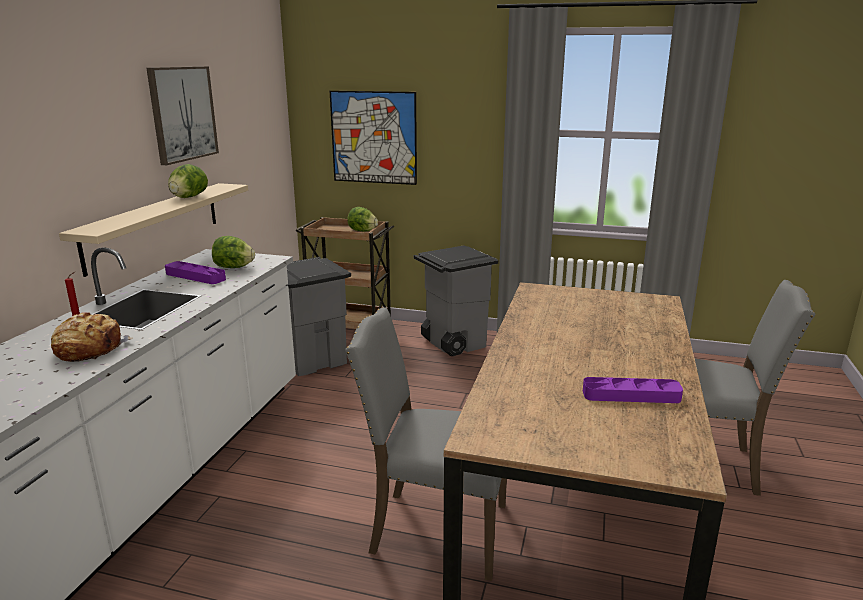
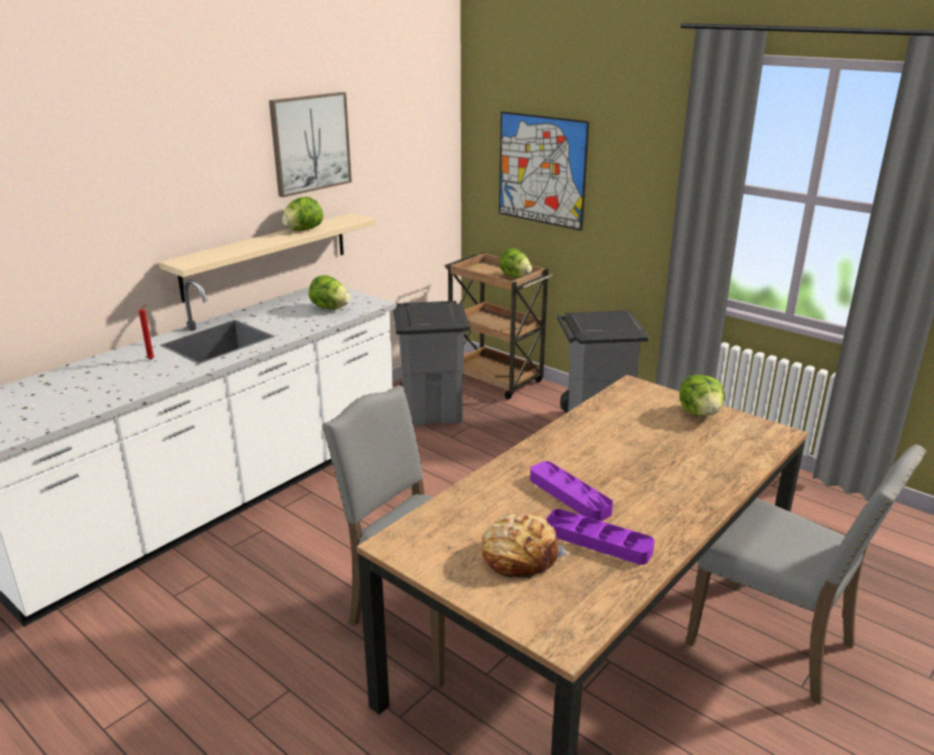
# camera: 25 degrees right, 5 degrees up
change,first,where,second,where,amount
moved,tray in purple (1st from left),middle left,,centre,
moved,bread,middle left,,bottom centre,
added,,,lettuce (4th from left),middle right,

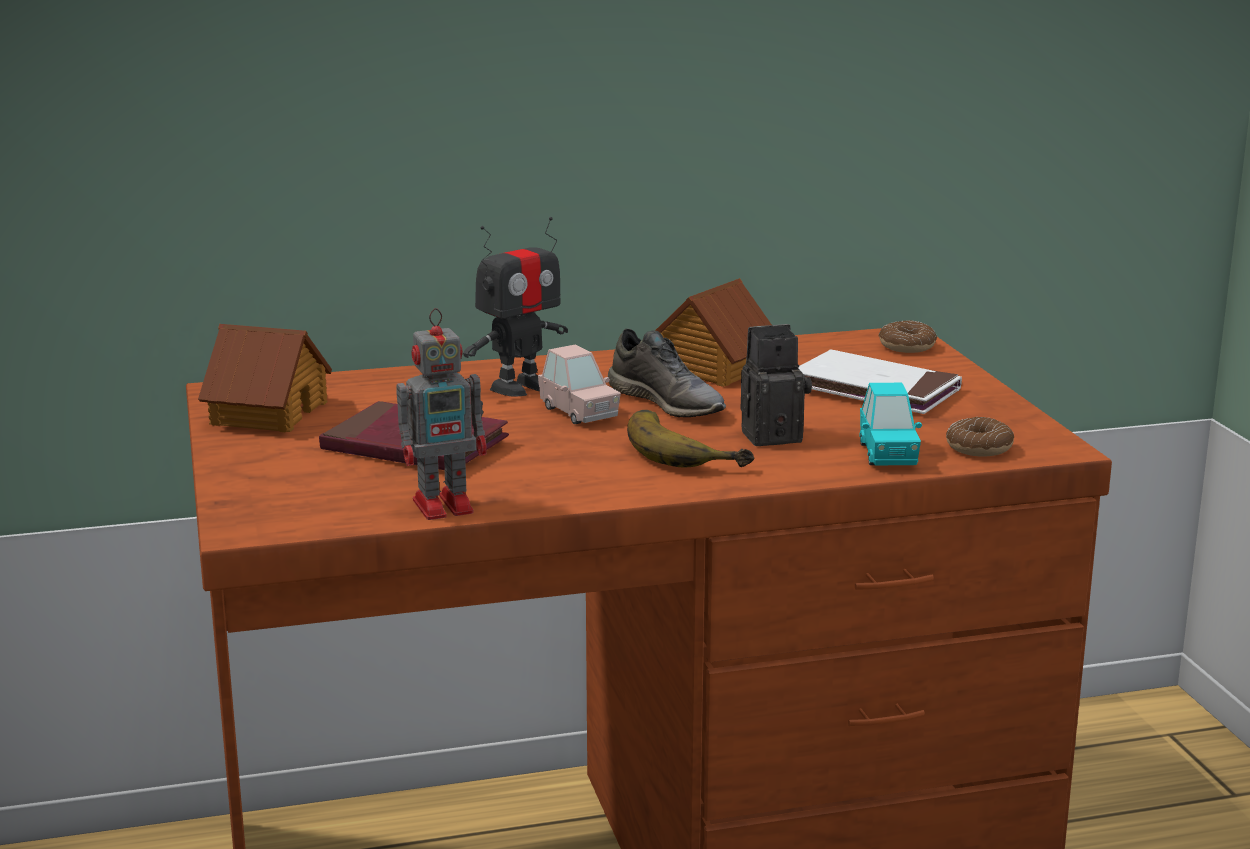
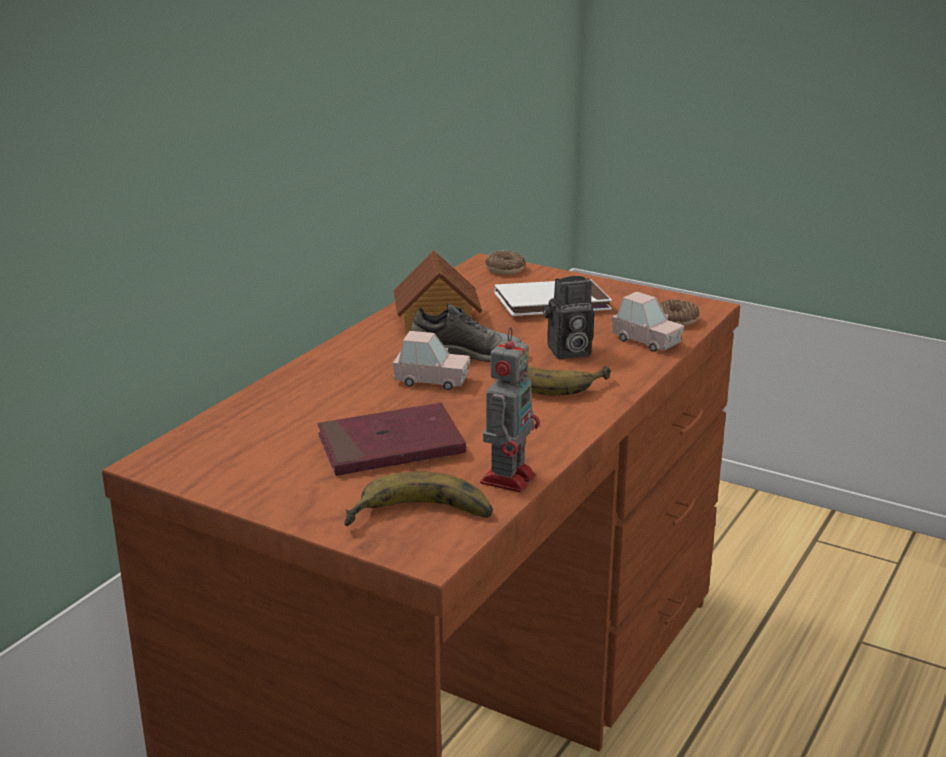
# camera: 45 degrees left, 5 degrees up
change,first,where,second,where,amount
removed,toy robot (2nd from left),centre,,,
removed,toy house (1st from left),middle left,,,
turned,photo camera,centre,,centre,135 degrees counterclockwise
recoloured,toy car in turquoise,middle right,toy car in pink (2nd from left),middle right,
added,,,banana (1st from left),centre,

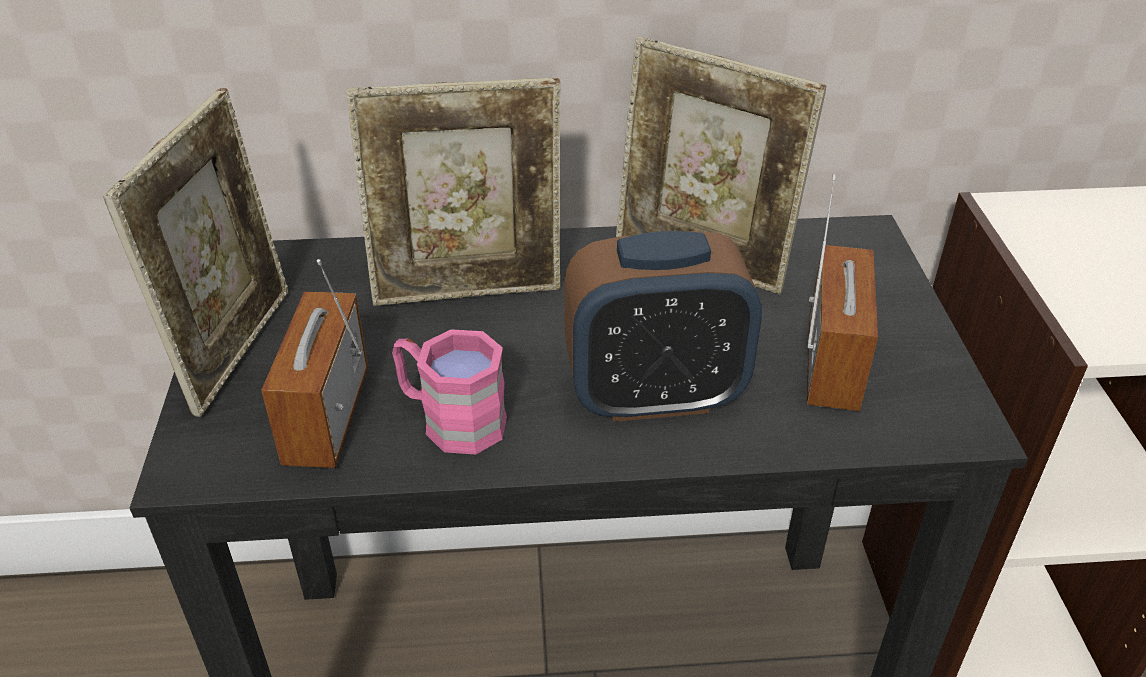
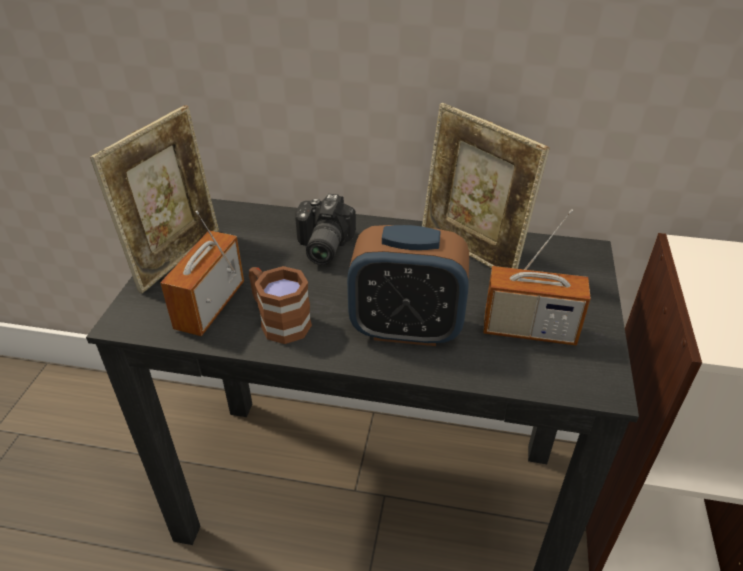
# camera: 15 degrees right, 0 degrees up
change,first,where,second,where,amount
replaced,picture frame (2nd from left),top centre,photo camera,centre,
turned,radio (2nd from left),middle right,,middle right,75 degrees clockwise
recoloured,mug in pink,centre,mug in brown,centre,

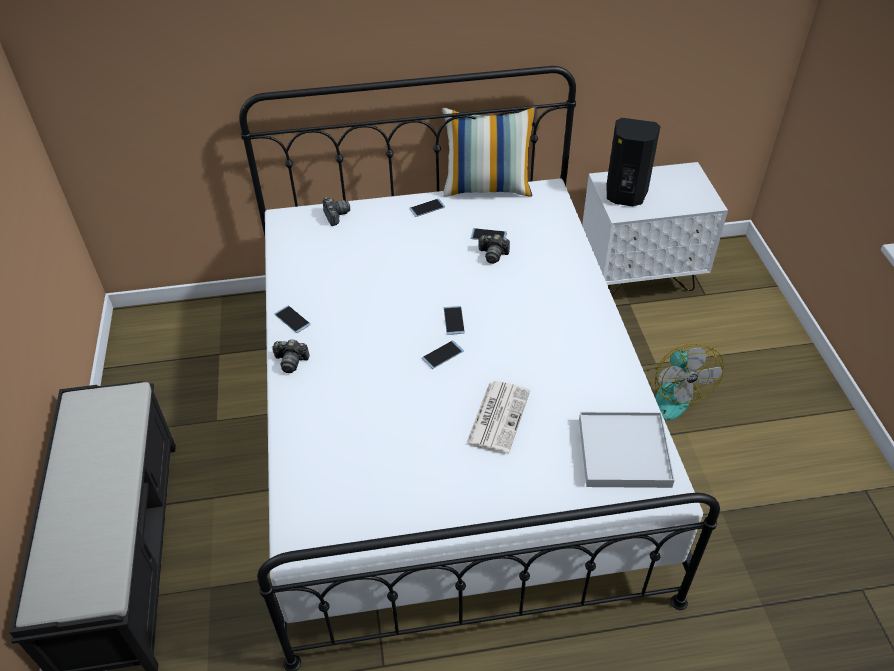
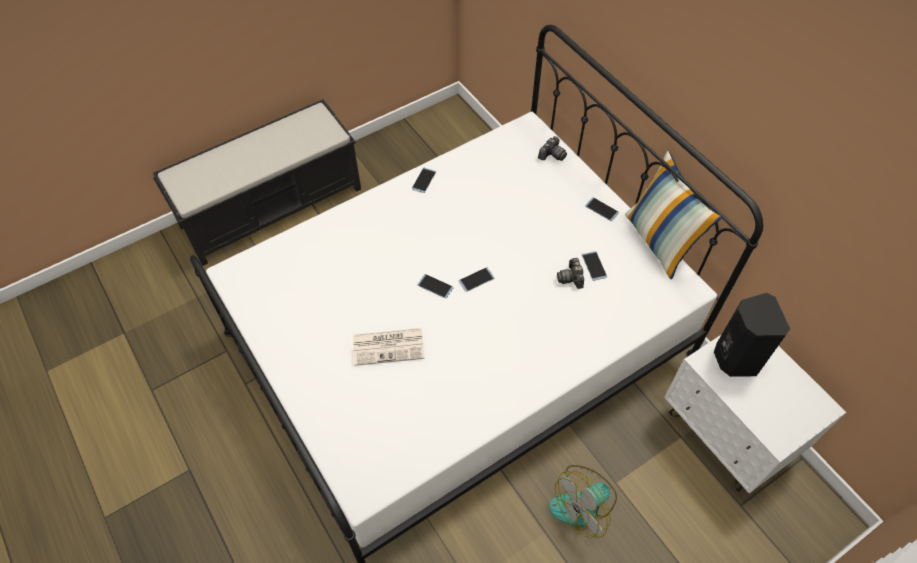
# camera: 65 degrees right, 10 degrees up
change,first,where,second,where,amount
removed,photo camera (1st from left),middle left,,,
removed,tray in white,bottom right,,,

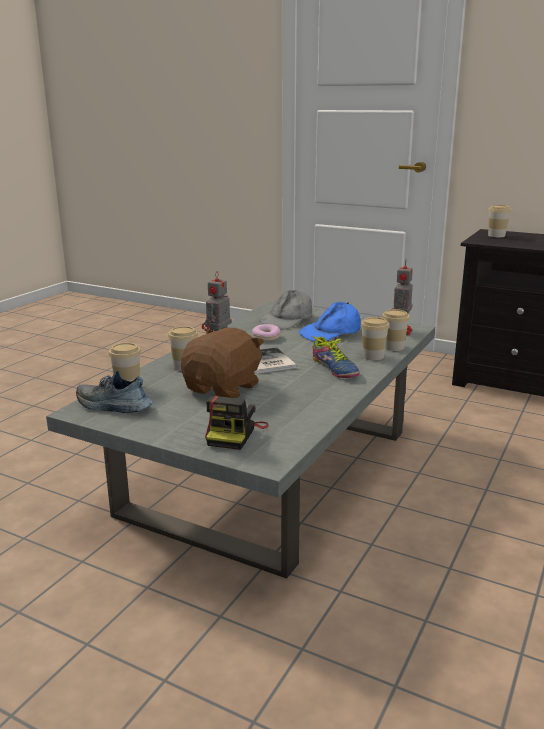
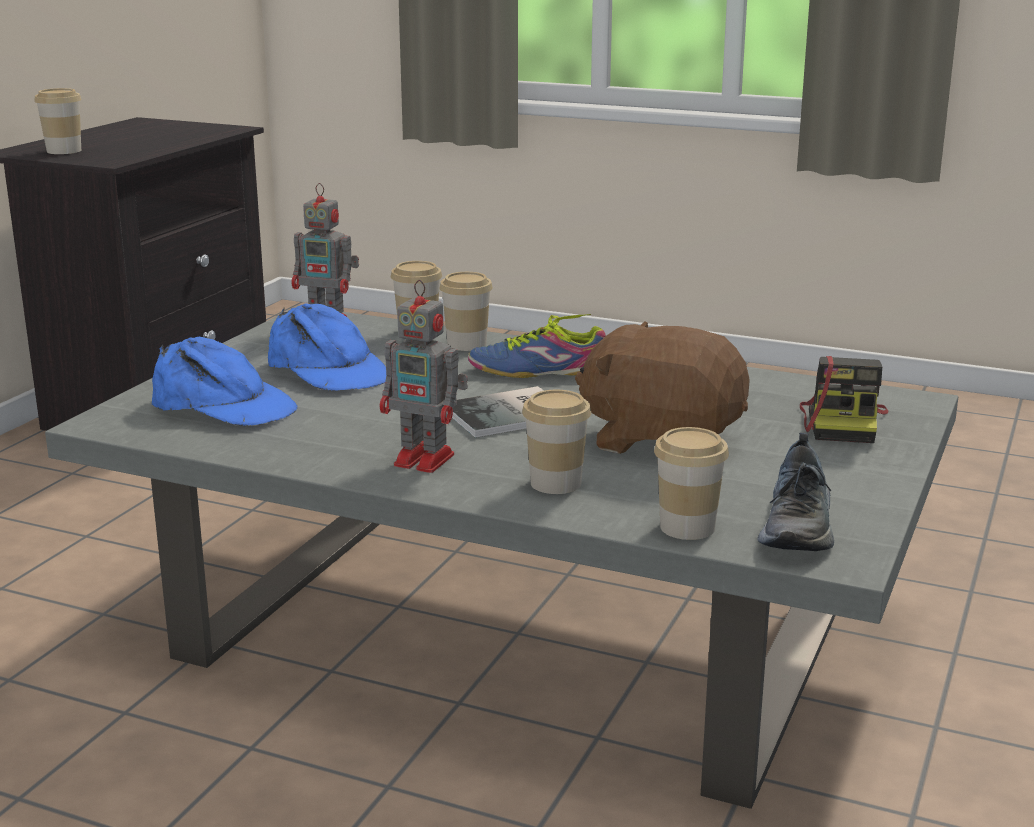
# camera: 95 degrees left, 0 degrees up
change,first,where,second,where,amount
recoloured,cap in grey,centre,cap in blue (1st from left),middle left,
removed,donut,centre,,,
turned,shoe (2nd from left in the first image),centre,shoe (1st from left),centre,150 degrees counterclockwise
turned,photo camera,centre,,middle right,90 degrees clockwise

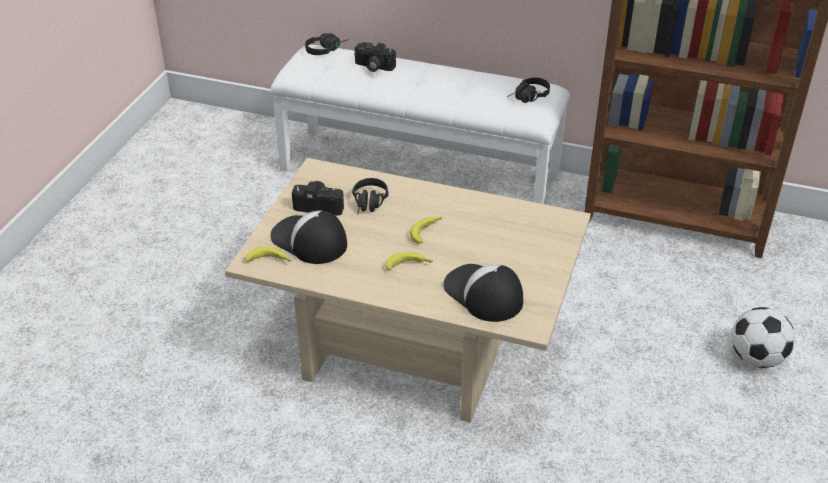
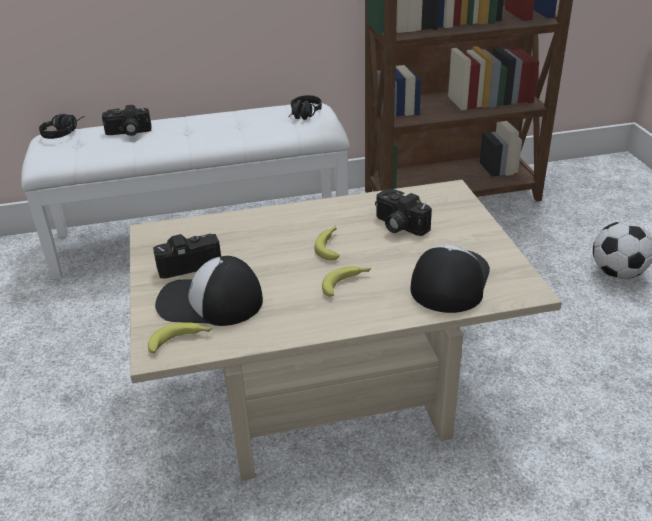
# camera: 30 degrees left, 5 degrees down
change,first,where,second,where,amount
removed,headphones in black (2nd from left),centre,,,
turned,cap (2nd from left),centre,,middle right,90 degrees clockwise
added,,,photo camera (3rd from left),centre,

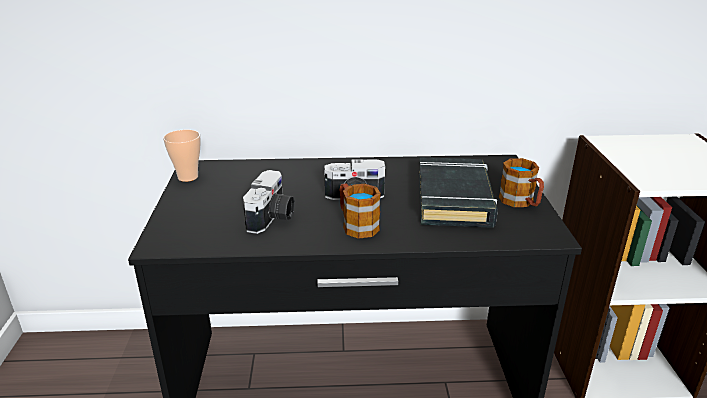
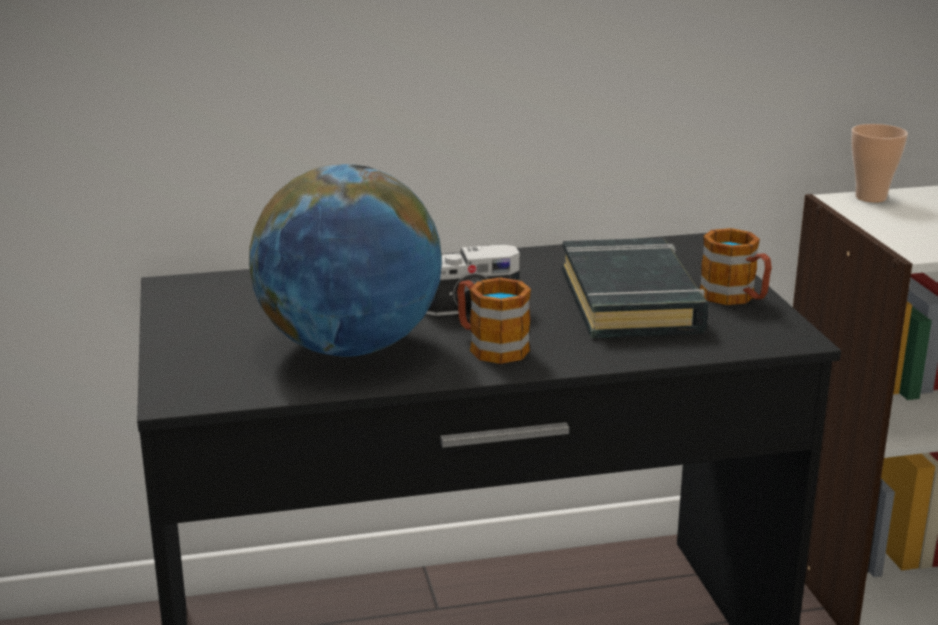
# camera: 10 degrees left, 5 degrees down
change,first,where,second,where,amount
moved,cup,middle left,,top right,
replaced,photo camera (1st from left),centre,globe,centre,

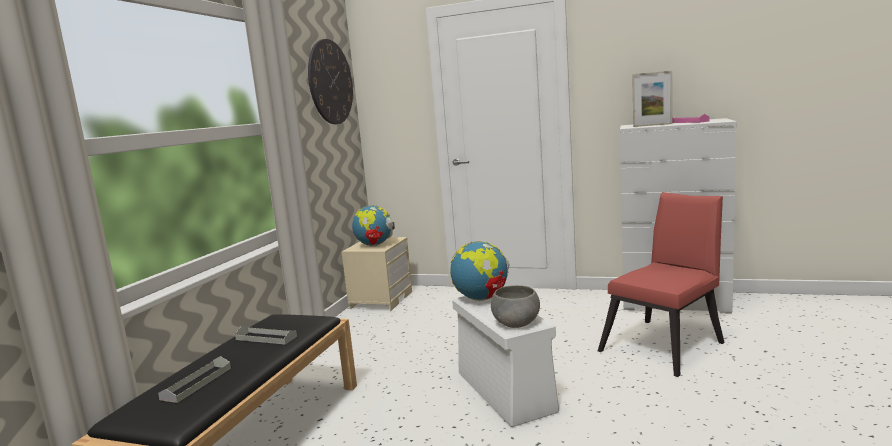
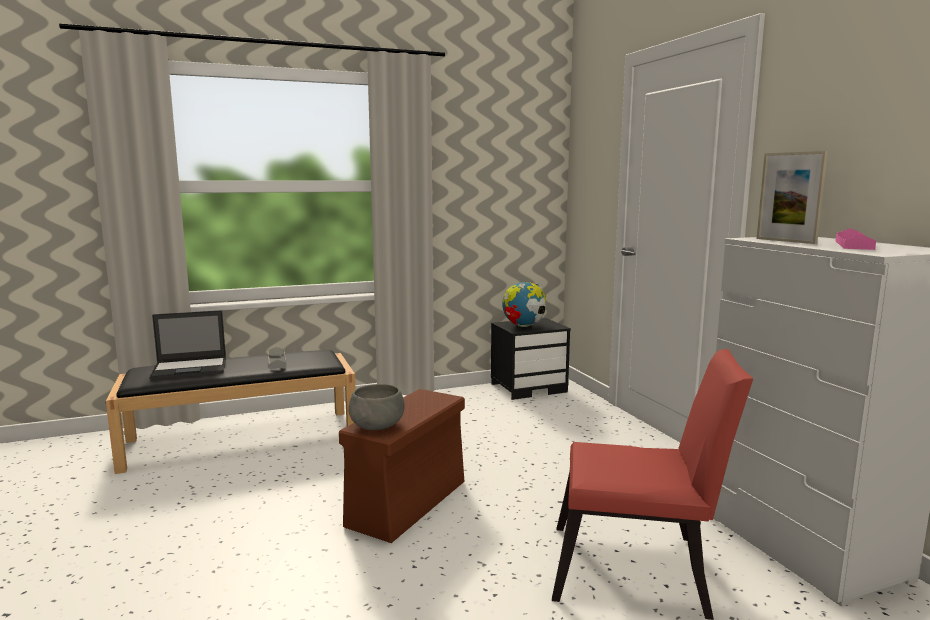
# camera: 50 degrees right, 0 degrees up
change,first,where,second,where,amount
removed,wall clock,top centre,,,
recoloured,nightstand in beige,centre,nightstand in black,centre,
removed,globe (2nd from left),centre,,,
recoloured,storage box in white,bottom centre,storage box in brown,bottom centre,
replaced,tray in grey (1st from left),bottom left,laptop,middle left,

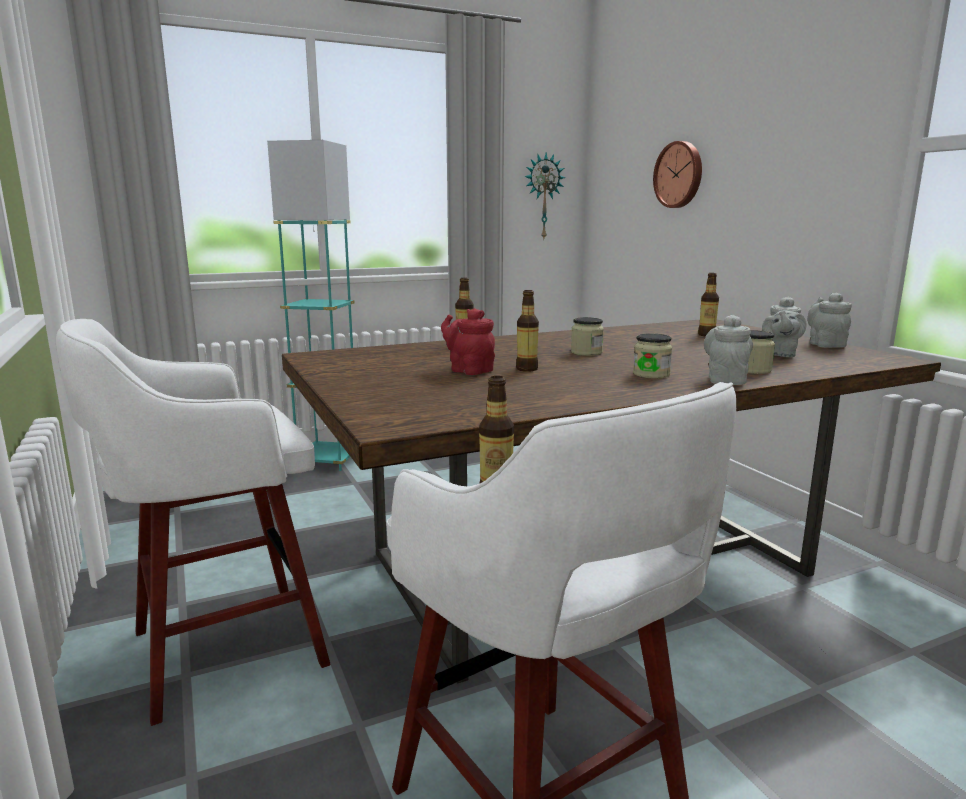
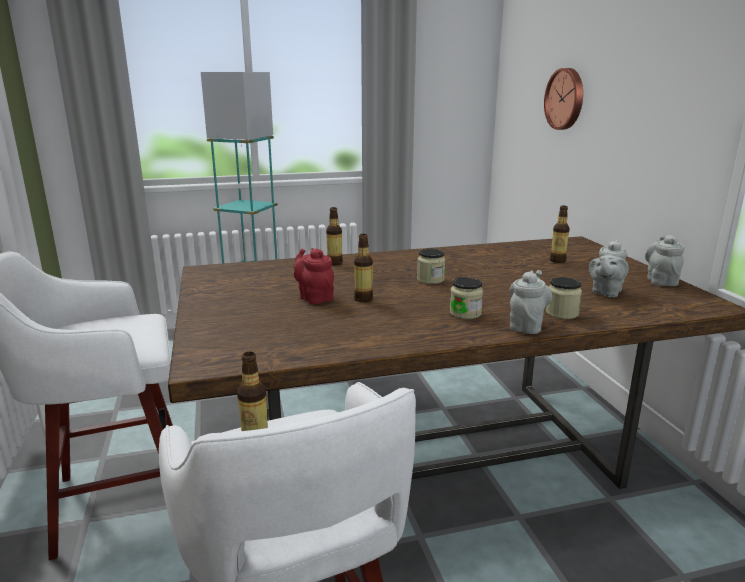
# camera: 10 degrees right, 5 degrees up
change,first,where,second,where,amount
removed,wall clock (1st from left),top centre,,,

